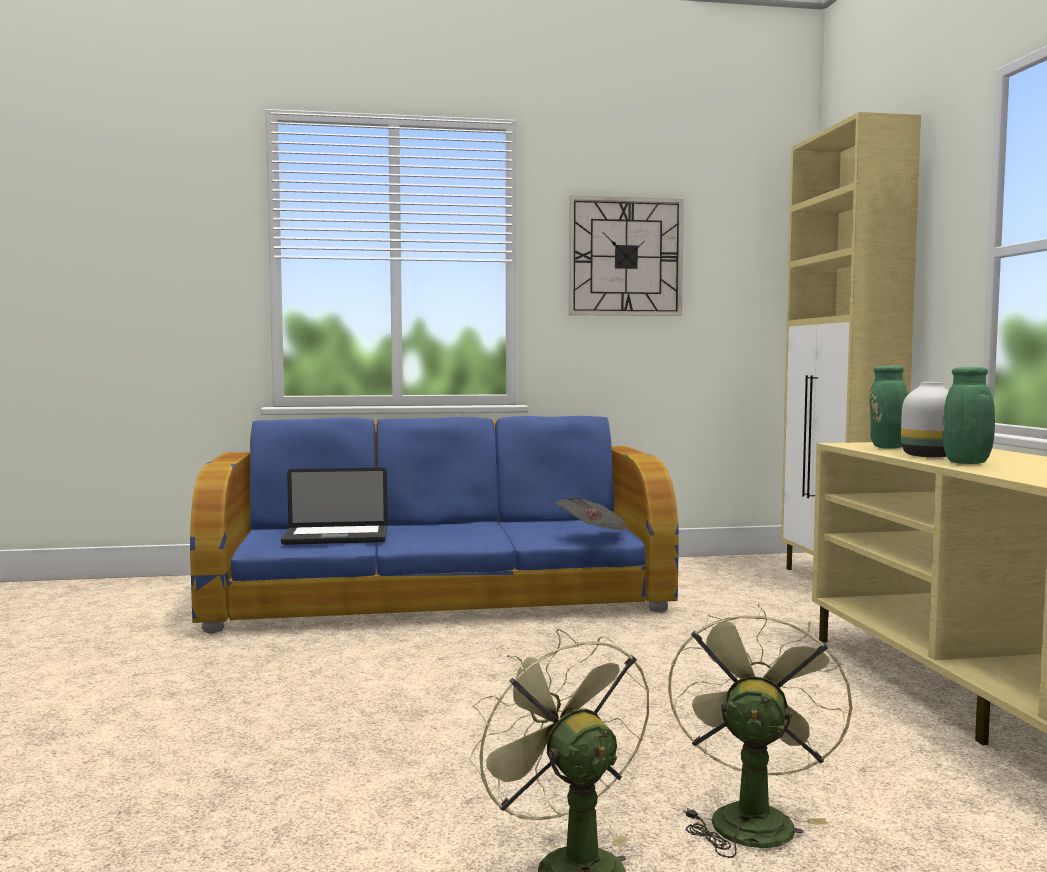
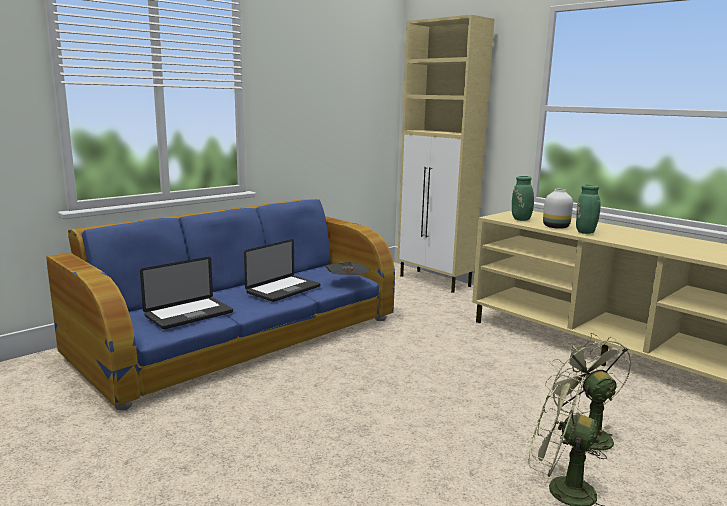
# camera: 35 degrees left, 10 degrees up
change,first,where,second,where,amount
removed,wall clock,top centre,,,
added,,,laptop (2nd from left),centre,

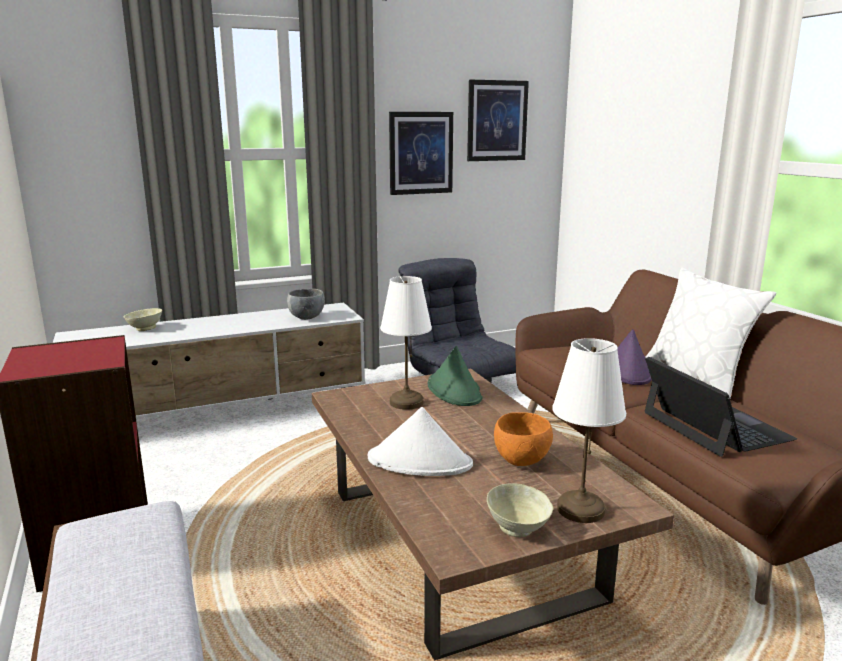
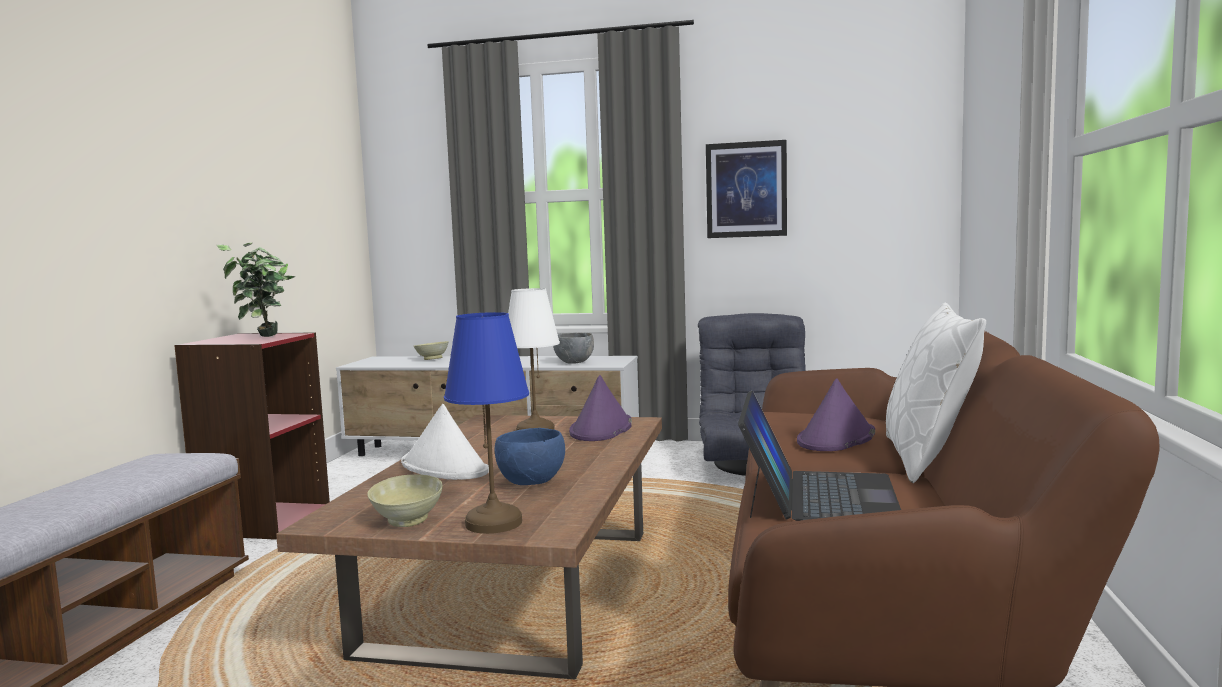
# camera: 35 degrees right, 10 degrees down
change,first,where,second,where,amount
removed,picture (2nd from left),top centre,,,
recoloured,table lamp in white (2nd from left),middle right,table lamp in blue,centre,
recoloured,hat in green,centre,hat in purple (1st from left),centre,
recoloured,bowl in orange,centre,bowl in blue,centre,
added,,,potted plant,middle left,

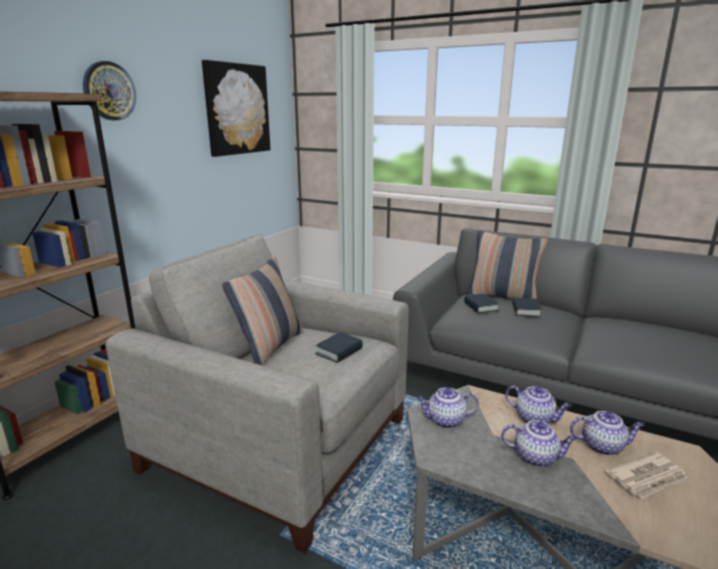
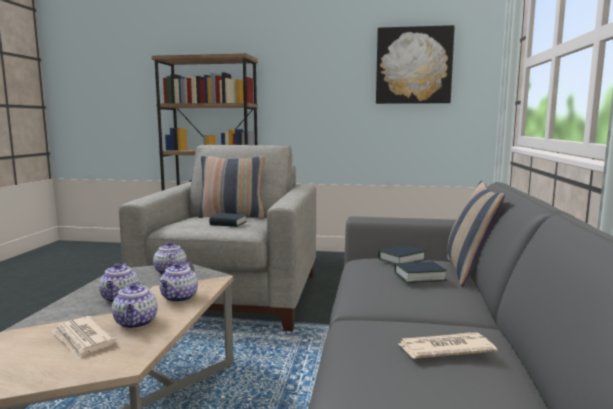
# camera: 70 degrees right, 10 degrees down
change,first,where,second,where,amount
removed,wall clock,top left,,,
added,,,newspaper (2nd from left),bottom right,

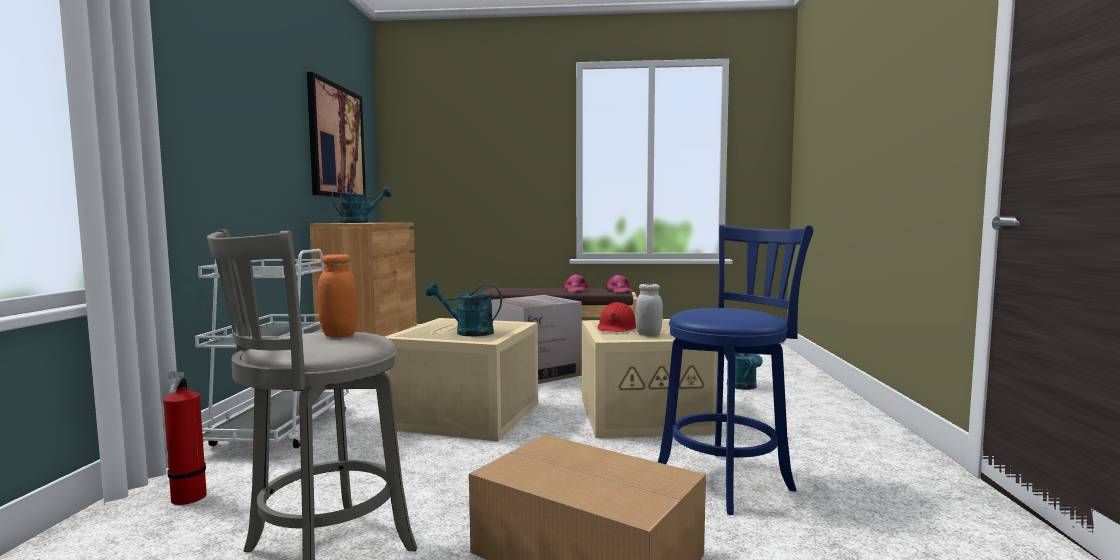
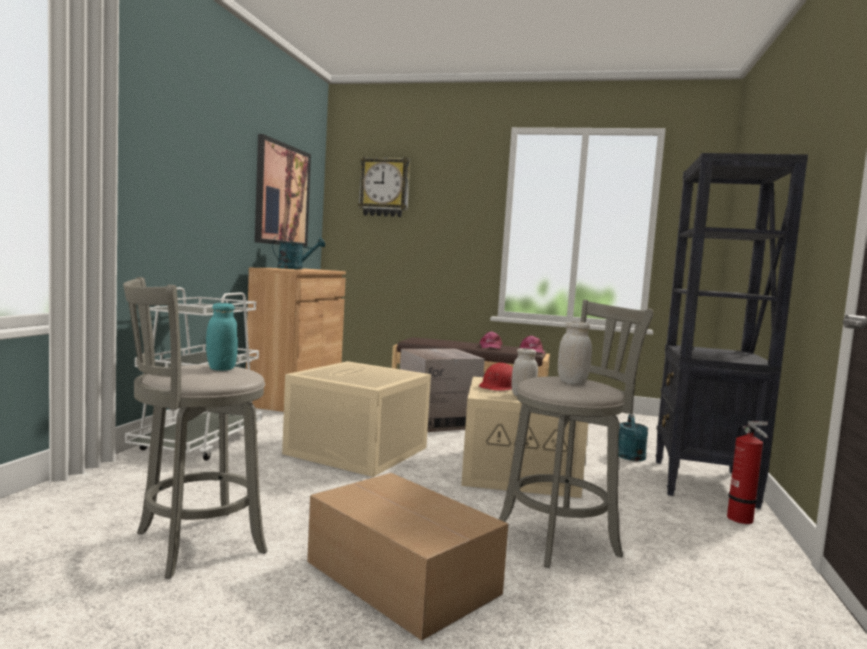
# camera: 10 degrees right, 0 degrees up
change,first,where,second,where,amount
recoloured,stool in blue,centre,stool in grey (2nd from left),bottom centre,
recoloured,jar in orange,middle left,jar in turquoise,middle left,
removed,watering can in turquoise (2nd from left),centre,,,
moved,fire extinguisher,bottom left,,bottom right,
added,,,bookcase in black,middle right,
added,,,wall clock,top centre,
added,,,jar in white (2nd from left),centre,

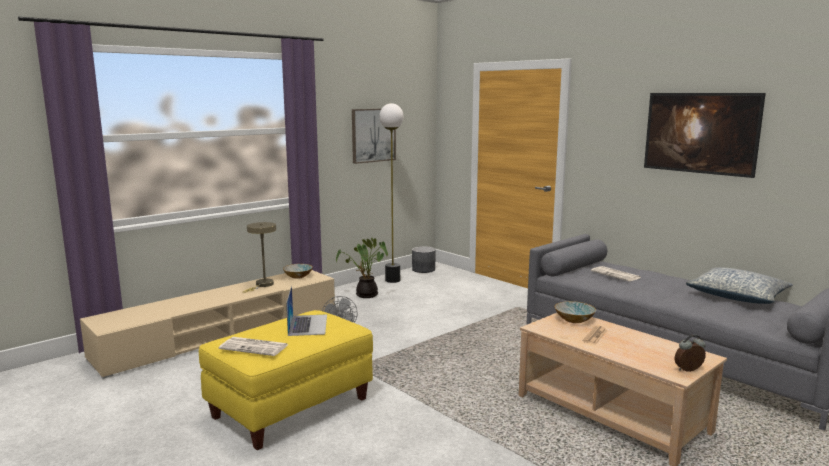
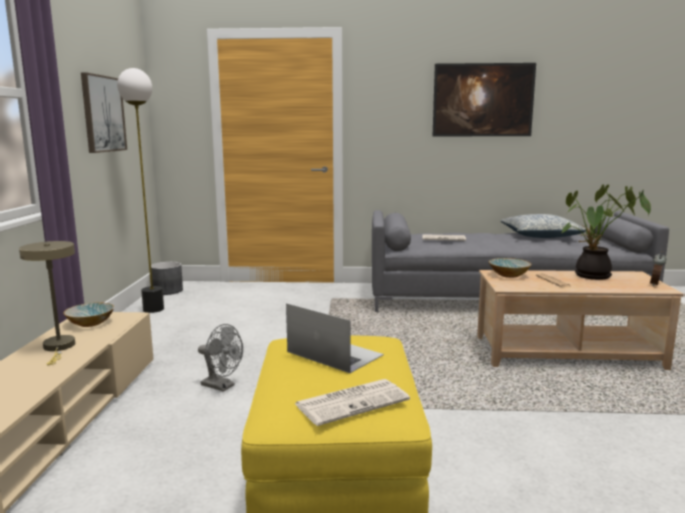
# camera: 45 degrees left, 0 degrees up
change,first,where,second,where,amount
moved,potted plant,centre,,middle right,

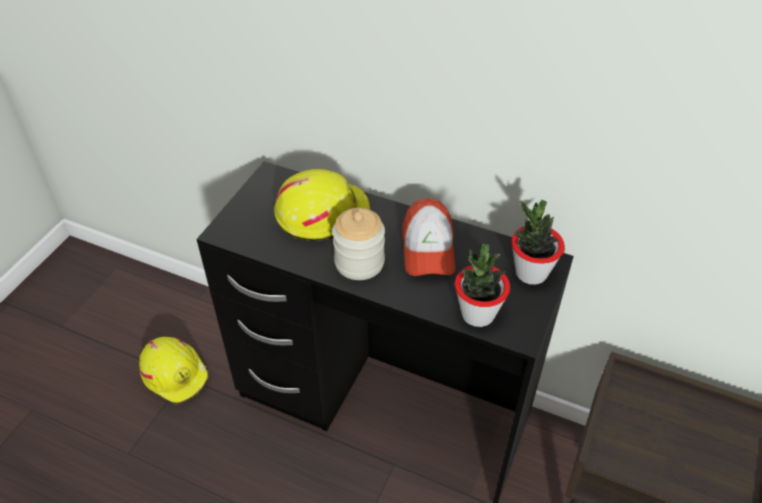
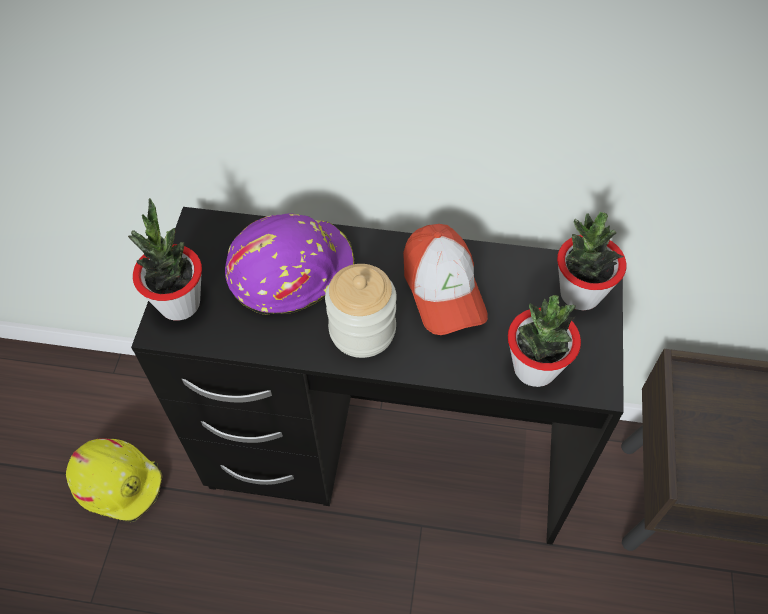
# camera: 15 degrees left, 10 degrees up
change,first,where,second,where,amount
recoloured,hard hat in yellow (2nd from left),centre,hard hat in purple,centre,
added,,,potted plant (1st from left),middle left,

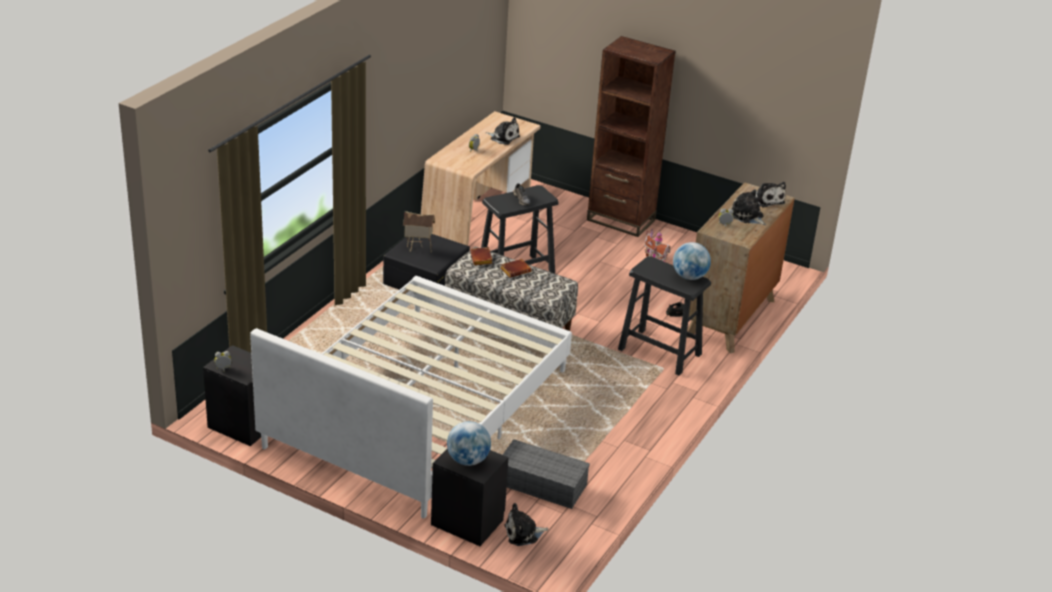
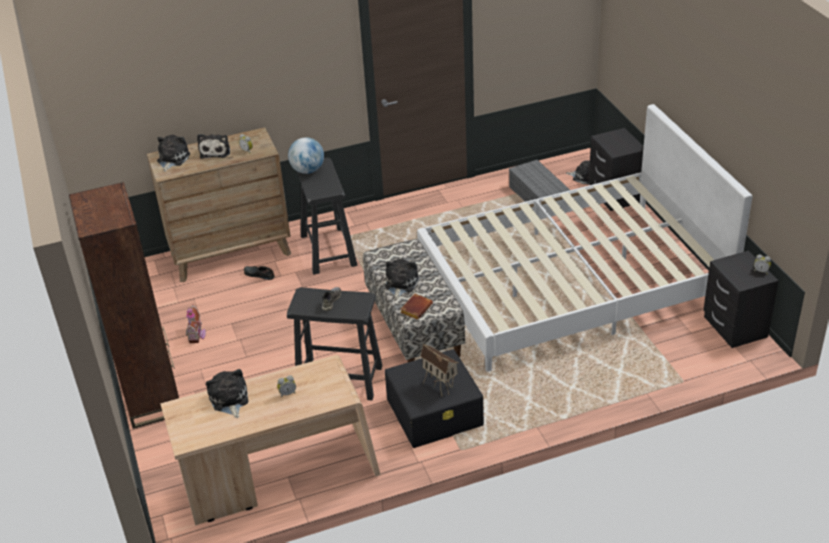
# camera: 135 degrees left, 5 degrees up
change,first,where,second,where,amount
replaced,book in brown (2nd from left),centre,plush toy (4th from left),centre,
removed,globe (1st from left),bottom centre,,,

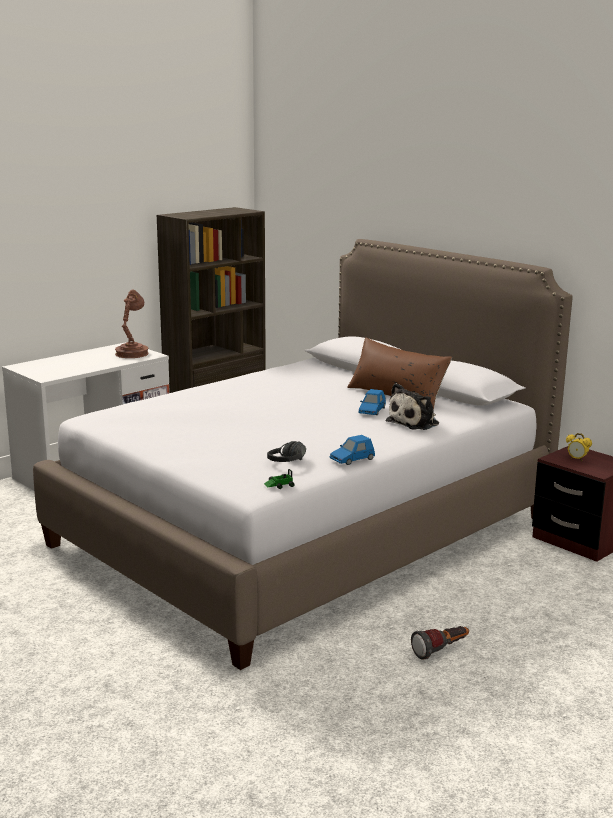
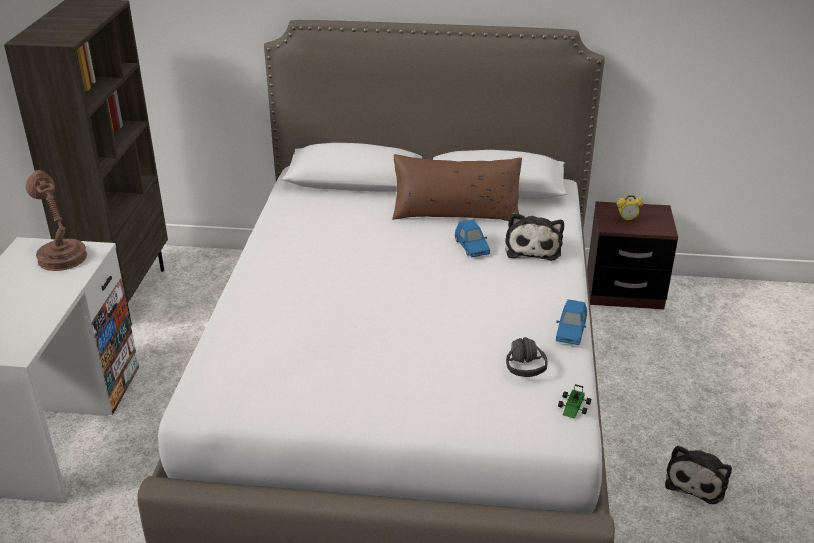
# camera: 40 degrees left, 15 degrees up
change,first,where,second,where,amount
replaced,flashlight,bottom right,plush toy (2nd from left),bottom right,

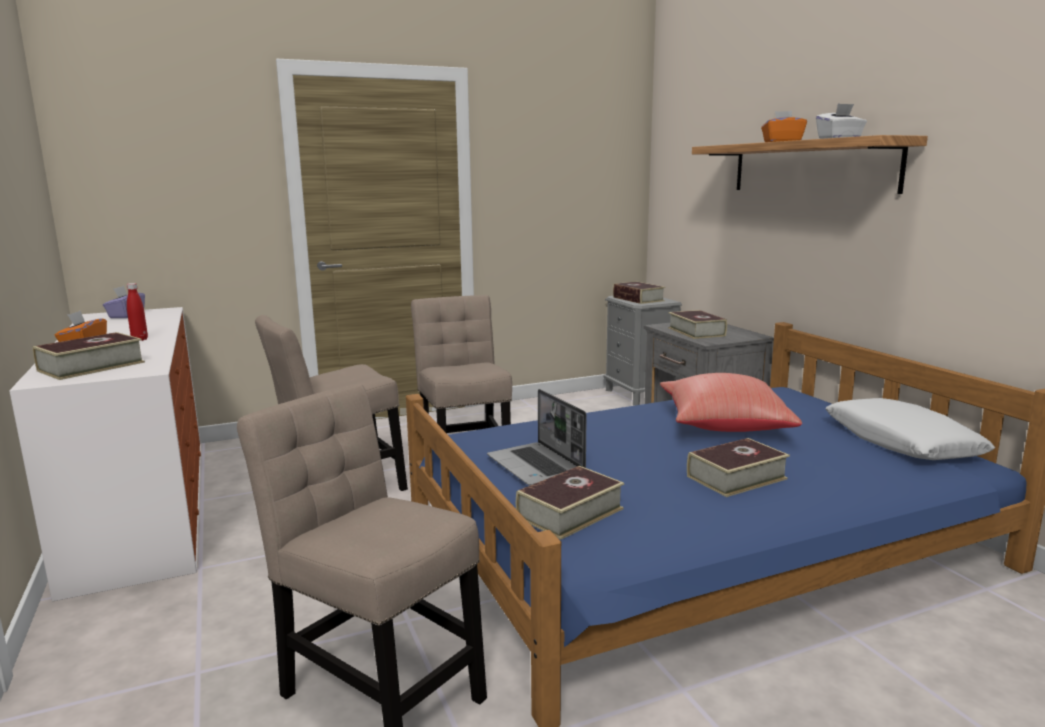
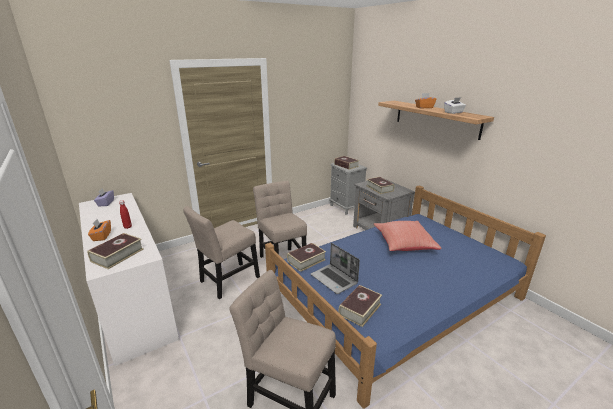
# camera: 10 degrees left, 10 degrees up
change,first,where,second,where,amount
removed,pillow in white,middle right,,,
moved,book (5th from left in the first image),middle right,book (2nd from left),centre,

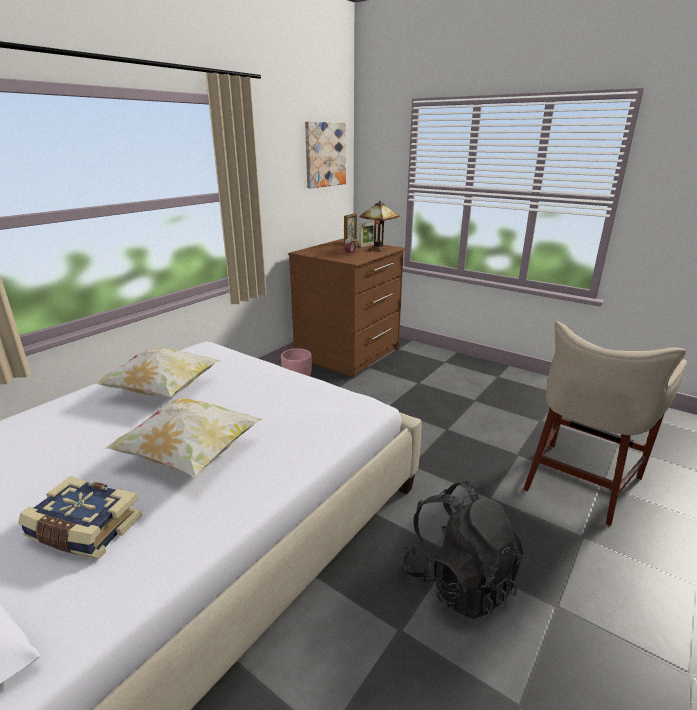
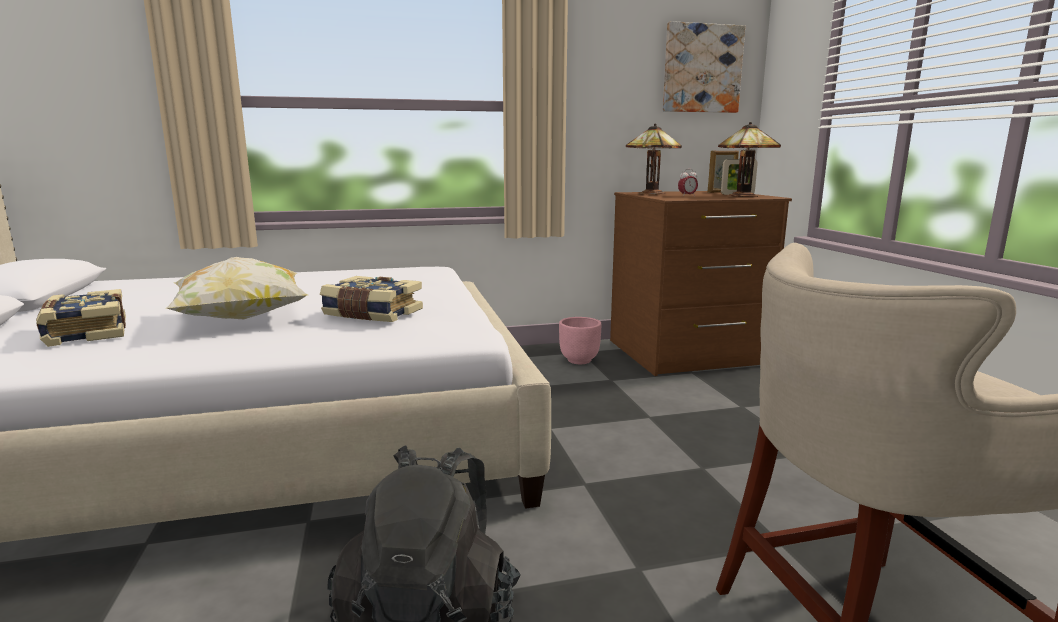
# camera: 40 degrees right, 10 degrees down
change,first,where,second,where,amount
removed,pillow (1st from left),middle left,,,
added,,,table lamp (1st from left),top centre,
added,,,book (2nd from left),centre,

